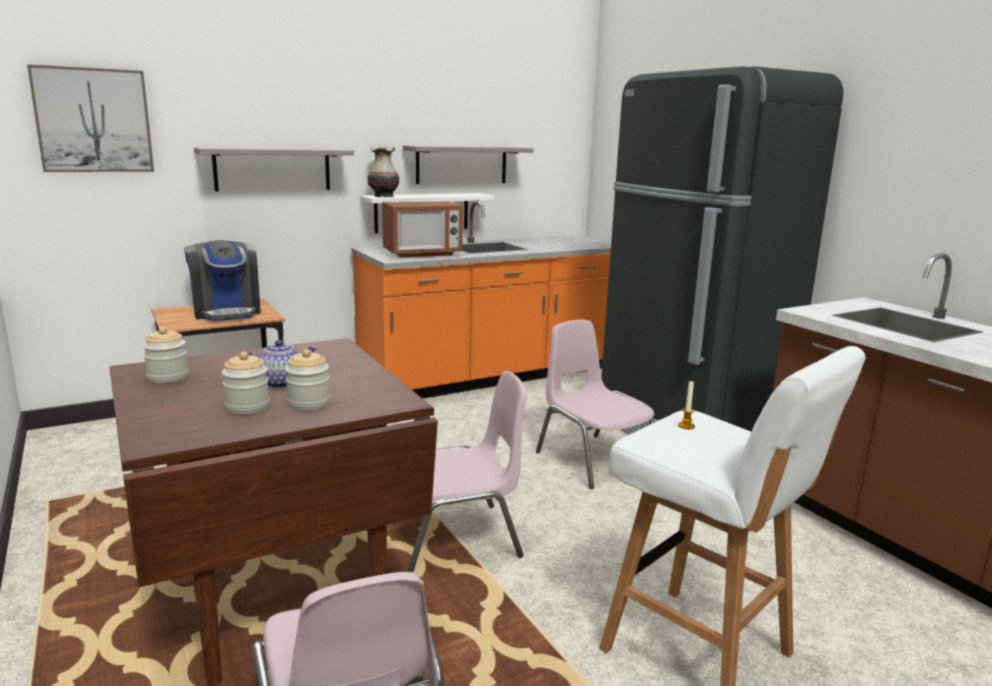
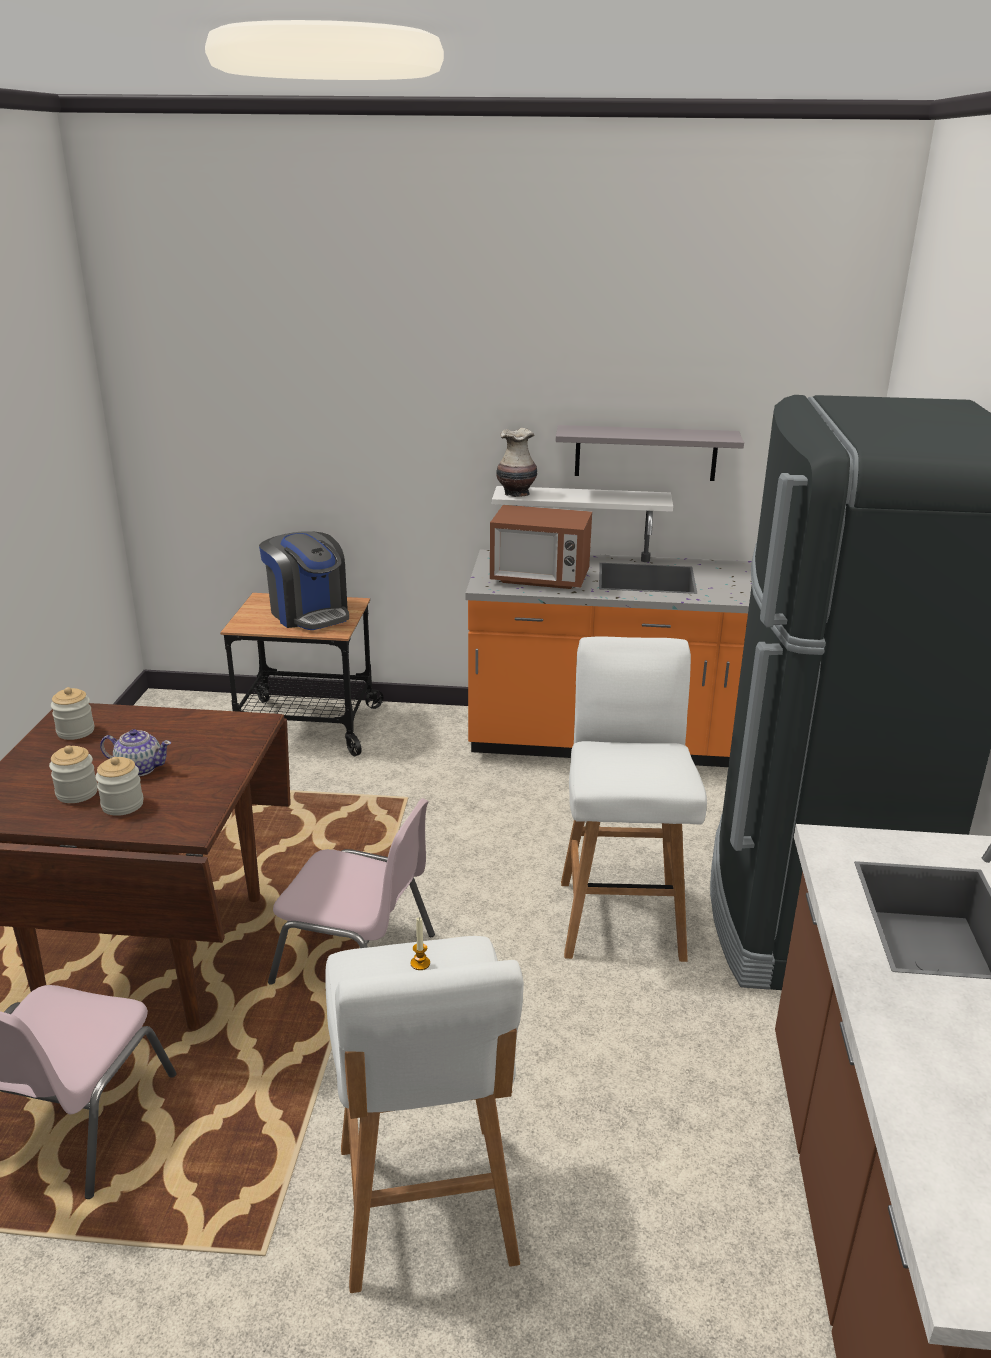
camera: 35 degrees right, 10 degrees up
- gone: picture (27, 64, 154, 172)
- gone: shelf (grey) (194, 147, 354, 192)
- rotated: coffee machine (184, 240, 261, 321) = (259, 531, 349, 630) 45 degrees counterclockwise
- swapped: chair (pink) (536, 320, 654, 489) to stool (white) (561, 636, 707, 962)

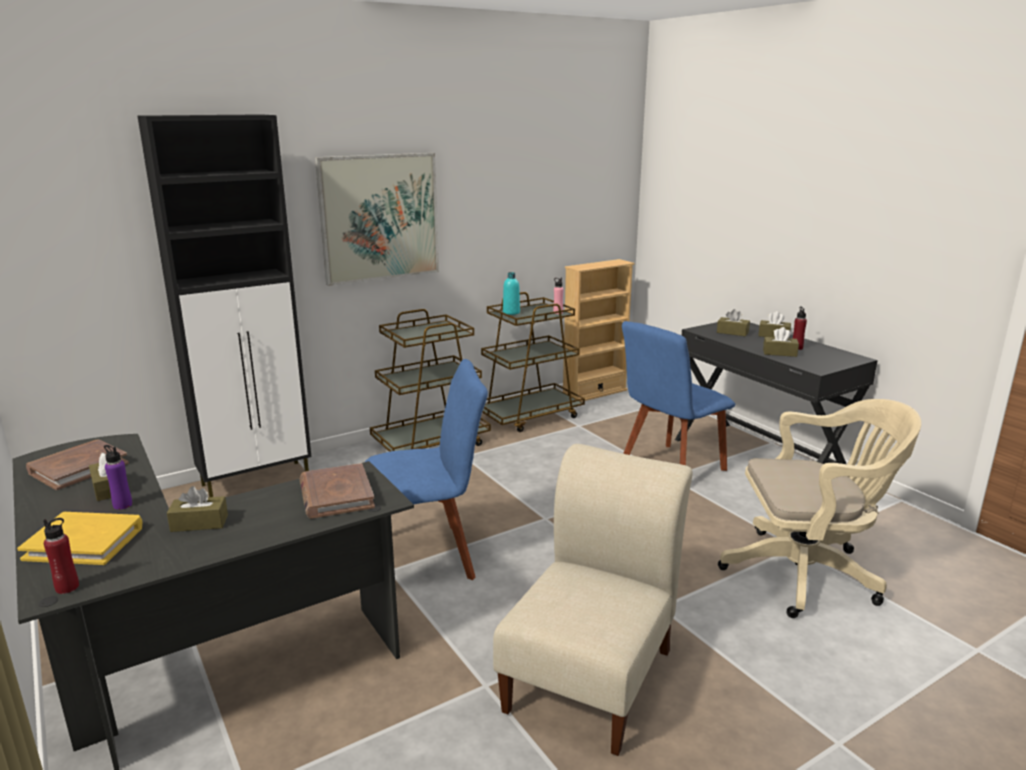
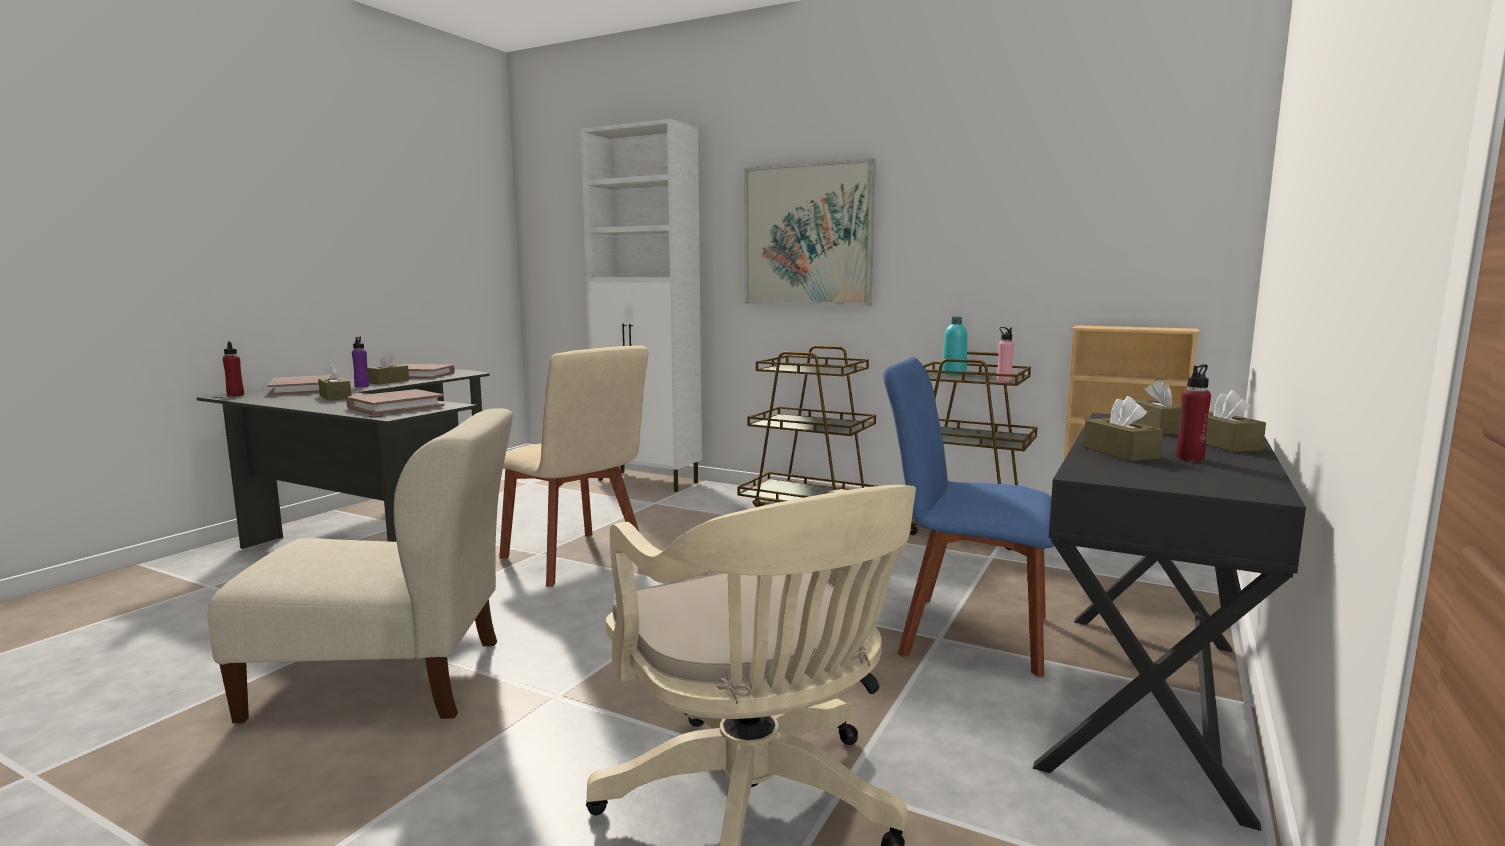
camera: 60 degrees right, 10 degrees down
- repainted: cabinet (black) (138, 114, 312, 497) to cabinet (white) (581, 119, 702, 492)
- repainted: chair (blue) (365, 359, 488, 580) to chair (beige) (499, 346, 649, 587)
- repainted: book (yellow) (17, 512, 142, 565) to book (brown) (268, 375, 332, 396)

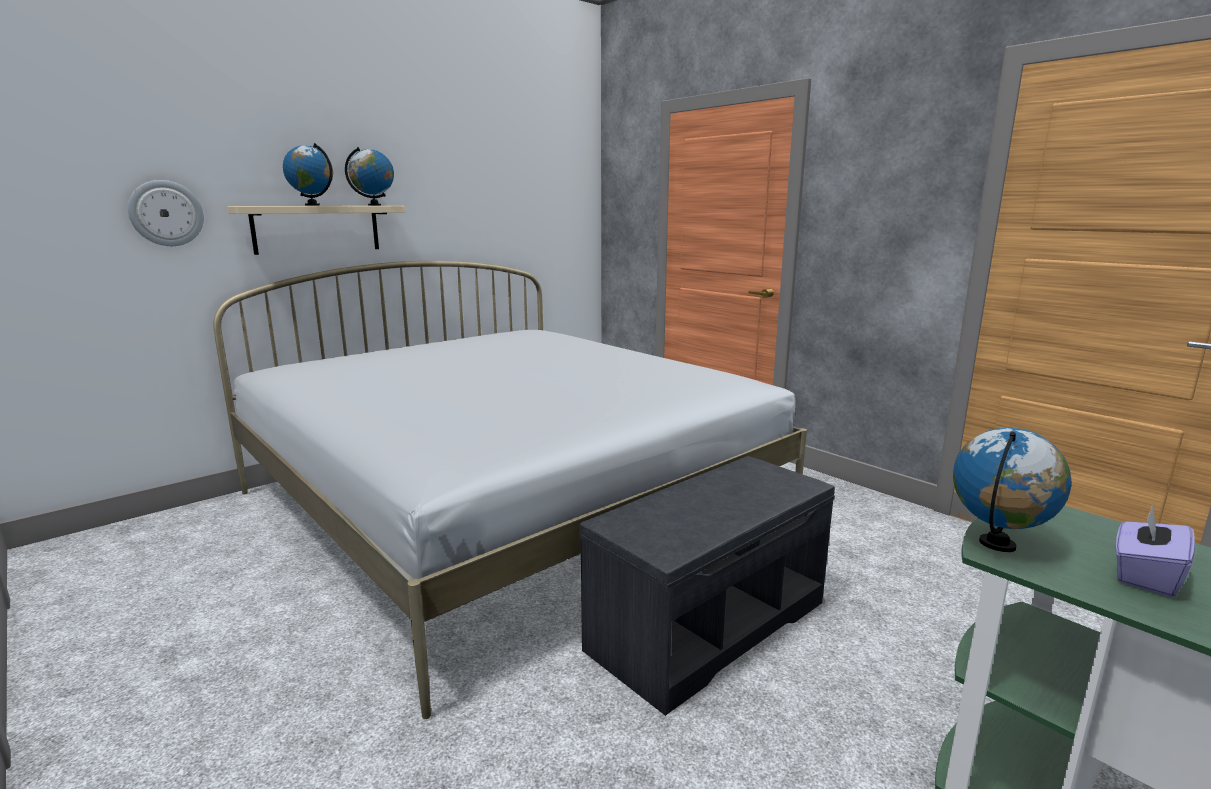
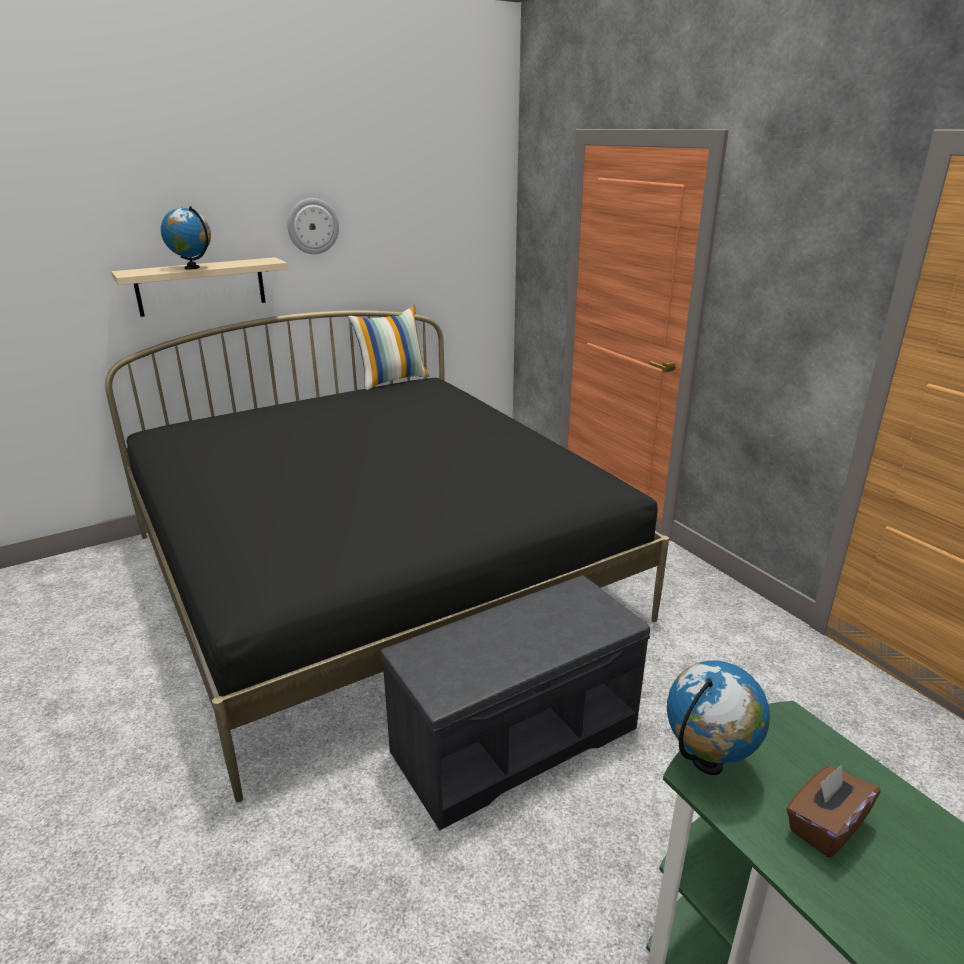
camera: 10 degrees right, 10 degrees up
- gone: globe (345, 147, 394, 206)
- shifted: wall clock (128, 180, 204, 246) to (287, 198, 339, 254)
- repainted: bed (white) (213, 261, 807, 719) to bed (black) (105, 310, 669, 803)
- repainted: tissue box (purple) (1115, 506, 1195, 598) to tissue box (brown) (786, 764, 880, 858)
- new: pillow (348, 306, 429, 390)

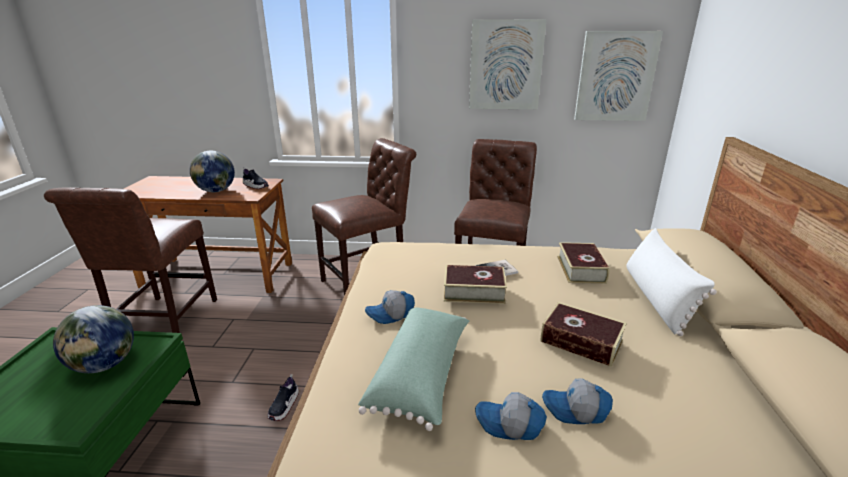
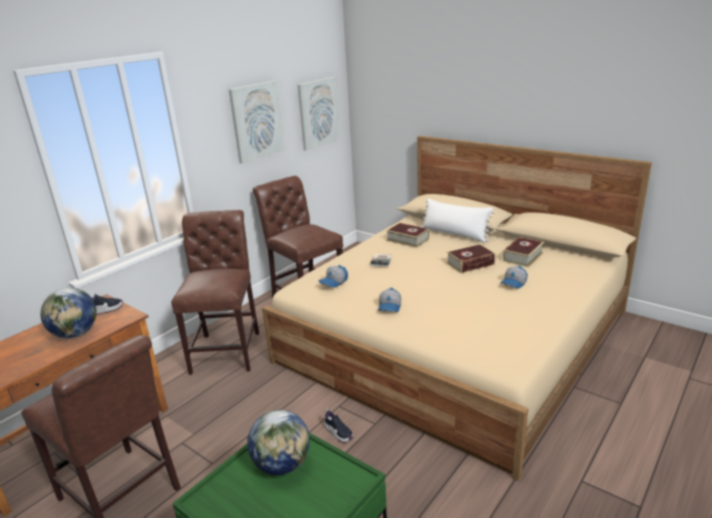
camera: 55 degrees left, 0 degrees up
- shifted: book (444, 265, 507, 304) to (503, 237, 544, 267)
- gone: pillow (green) (358, 307, 470, 431)
- shifted: cap (475, 392, 547, 440) to (319, 265, 348, 287)

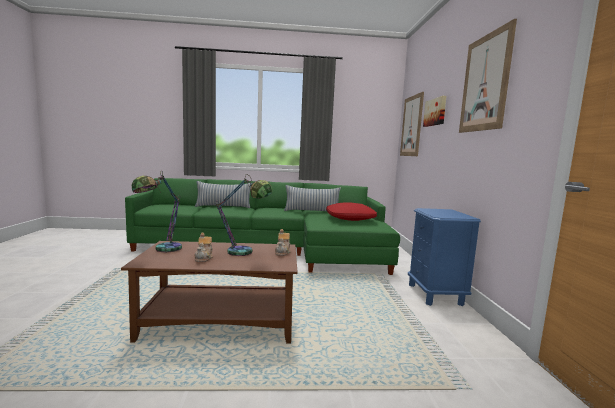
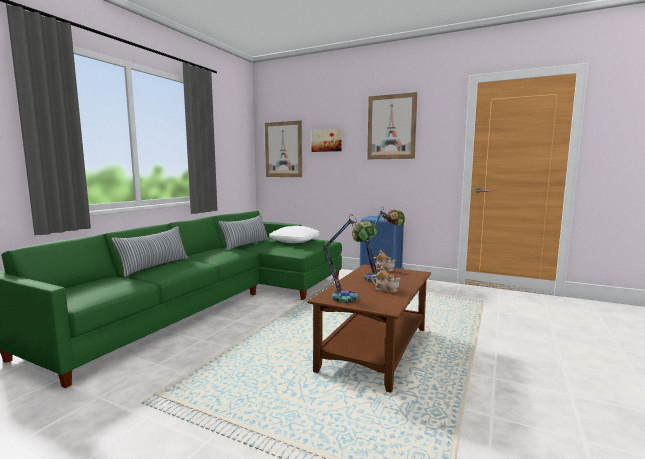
camera: 60 degrees left, 0 degrees up
- repainted: pillow (red) (326, 202, 377, 221) to pillow (white) (269, 226, 319, 243)

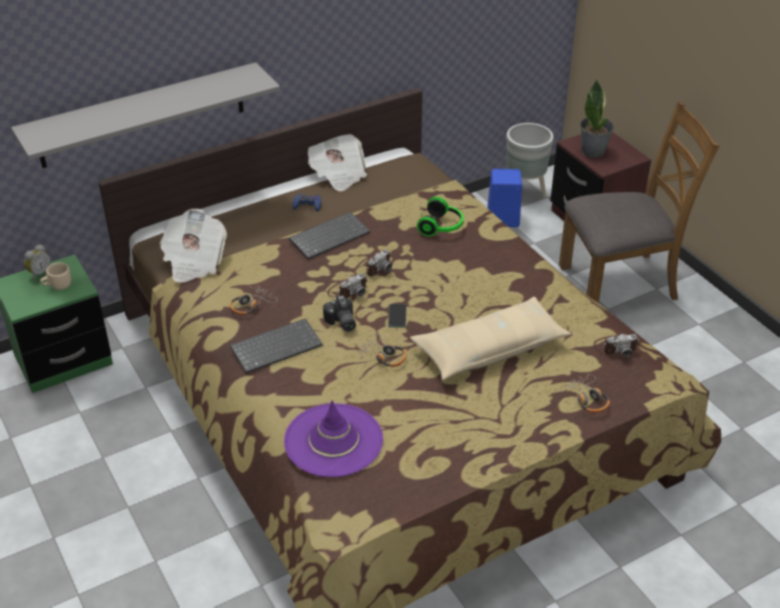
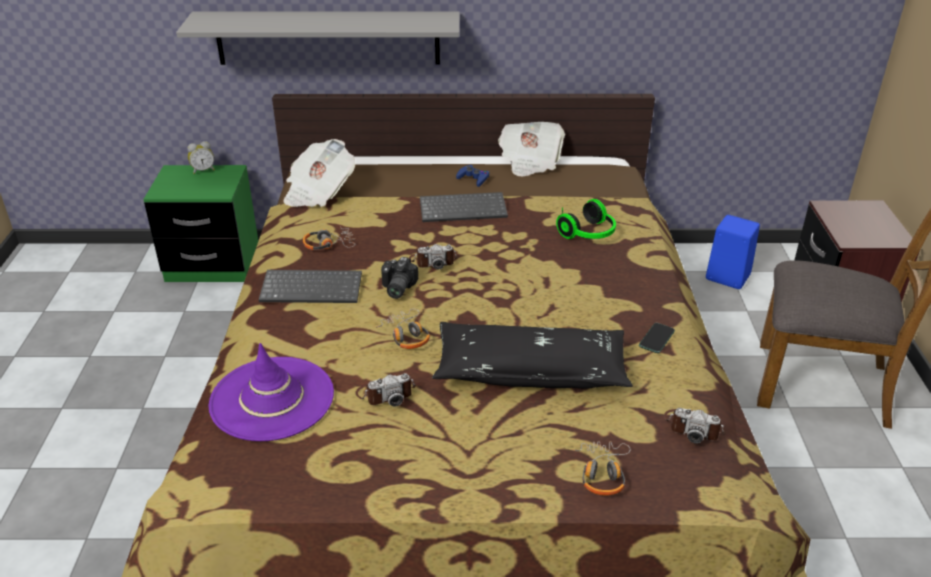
camera: 30 degrees right, 5 degrees down
- gone: potted plant (580, 79, 614, 158)
- gone: planter (grey) (507, 123, 554, 197)
- shifted: photo camera (354, 249, 392, 276) to (355, 373, 416, 407)
- gone: mug (beige) (40, 262, 71, 290)
- repainted: pillow (beige) (410, 297, 571, 380) to pillow (black) (432, 322, 633, 389)
- shifted: phone (388, 304, 406, 328) to (639, 323, 675, 353)

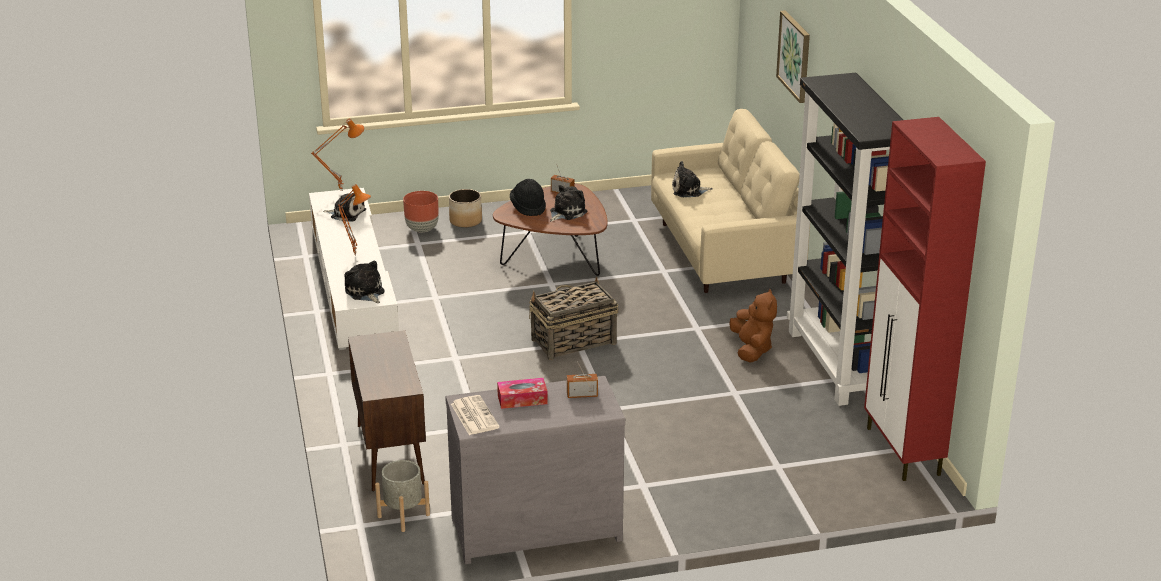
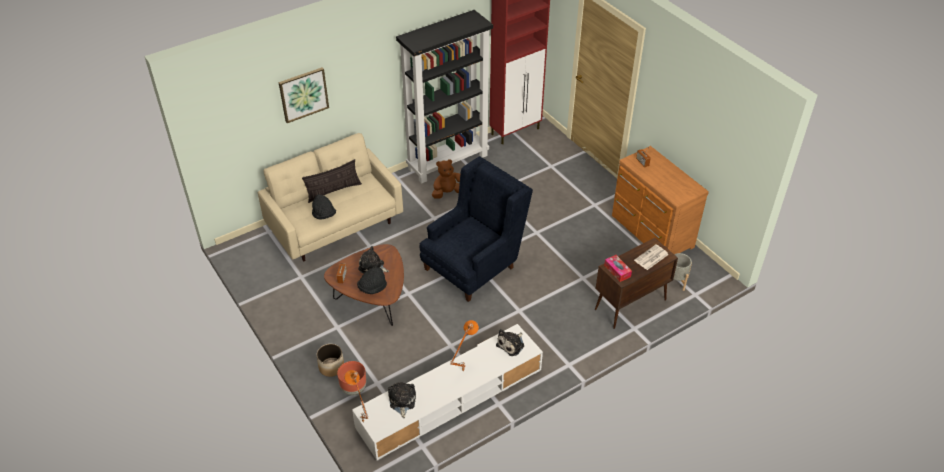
camera: 110 degrees left, 15 degrees up
- swapped: plush toy (672, 161, 713, 197) to hat (black) (312, 194, 336, 220)
- swapped: basket (529, 277, 618, 360) to armchair (blue) (420, 156, 533, 302)
- repainted: dresser (grey) (445, 376, 625, 564) to dresser (brown) (612, 146, 709, 254)
- shifted: tissue box (497, 378, 548, 409) to (604, 255, 632, 282)
- shifted: newspaper (451, 395, 499, 435) to (634, 245, 669, 270)
- new: pillow (302, 159, 362, 203)

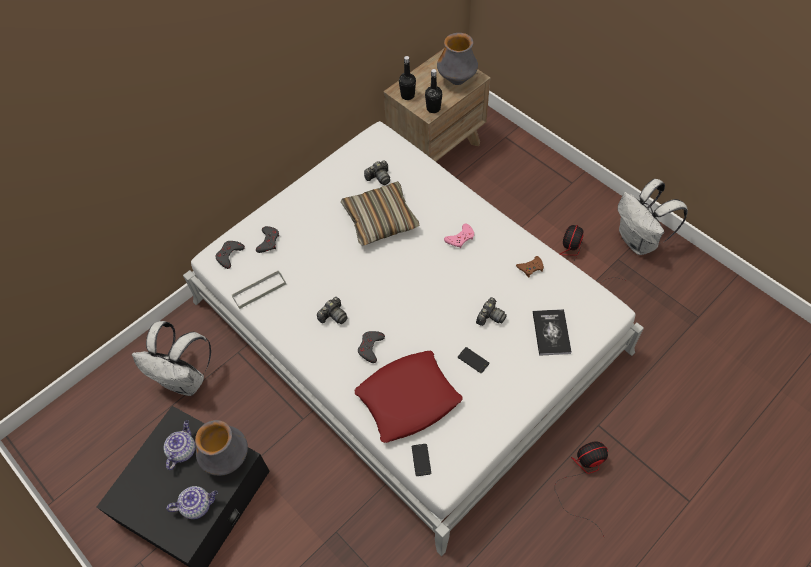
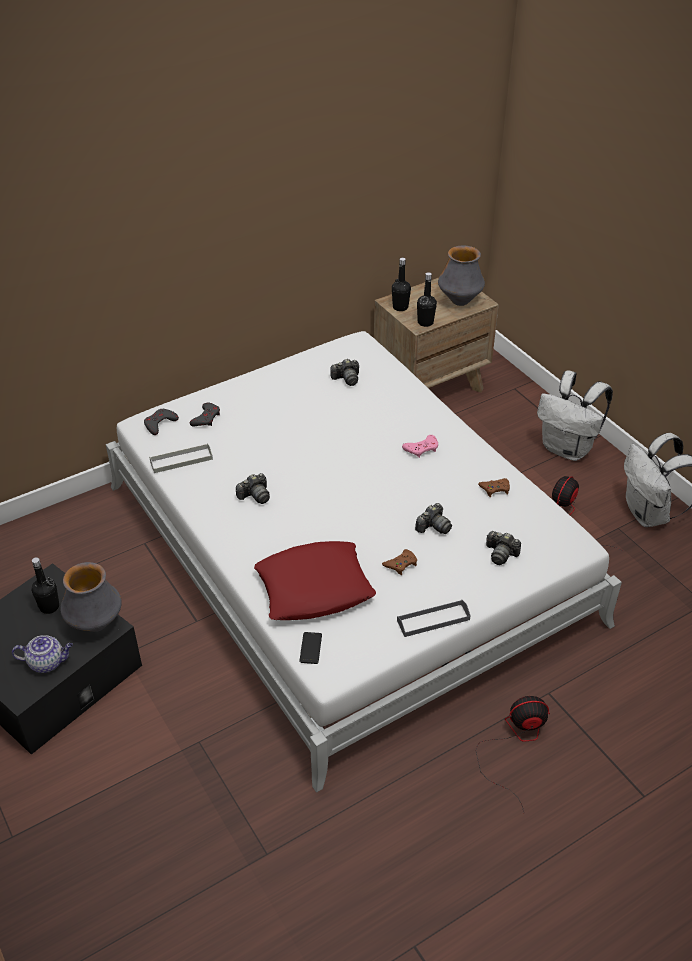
camera: 10 degrees right, 15 degrees down
- gone: pillow (341, 181, 420, 246)
- swapped: book (533, 309, 572, 356) to photo camera (486, 531, 521, 565)
- shifted: backpack (white) (132, 321, 211, 396) to (537, 370, 613, 461)
- gone: game controller (grey) (358, 331, 385, 363)
- swapped: phone (458, 347, 489, 373) to game controller (brown) (382, 549, 417, 575)
- swapped: teapot (164, 420, 196, 470) to bottle (black) (31, 557, 59, 614)
- new: tray (grey) (397, 600, 471, 637)

